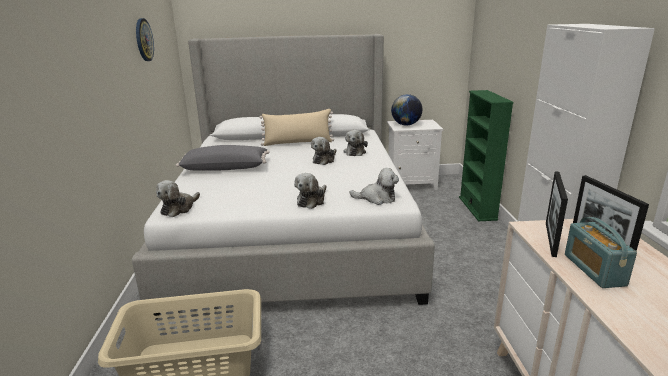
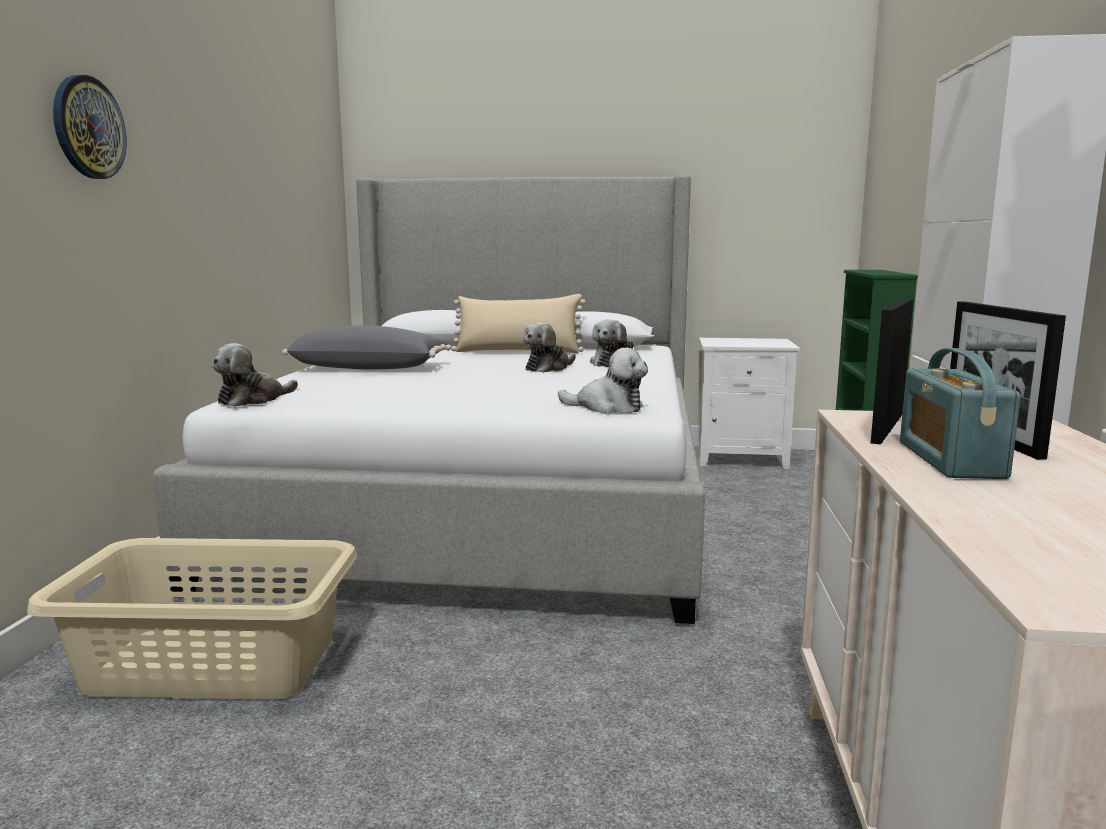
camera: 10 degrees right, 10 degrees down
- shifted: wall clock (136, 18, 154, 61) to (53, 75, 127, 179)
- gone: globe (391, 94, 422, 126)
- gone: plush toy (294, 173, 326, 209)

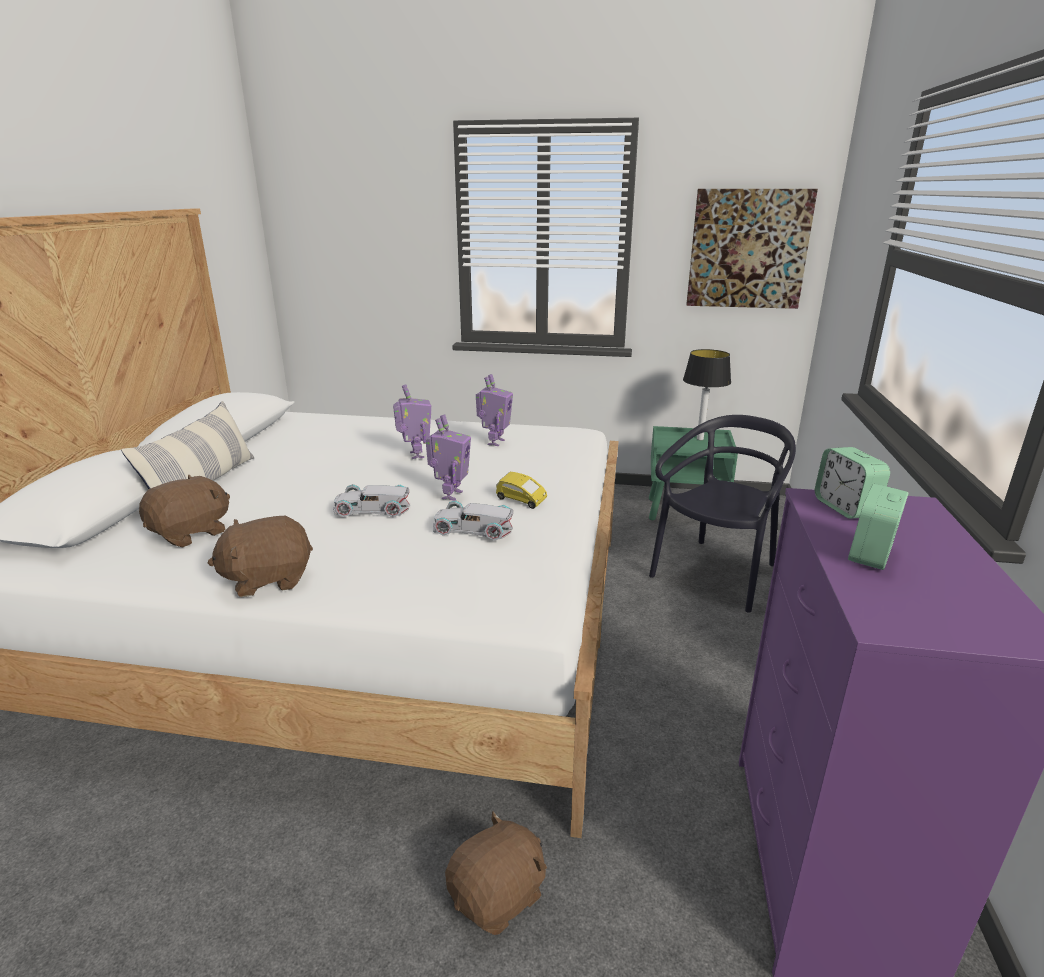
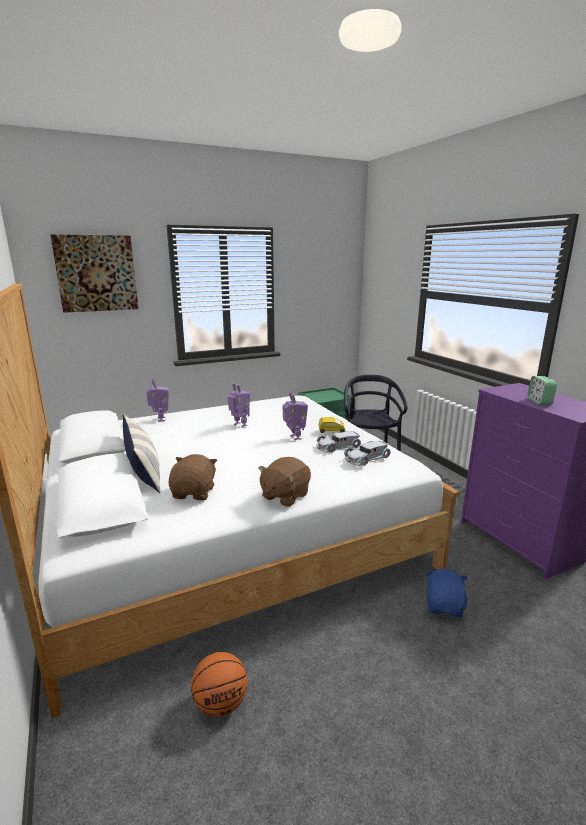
camera: 35 degrees left, 5 degrees down
- shifted: picture (686, 189, 818, 309) to (50, 234, 139, 313)
- gone: table lamp (683, 349, 731, 440)
- shifted: toy robot (476, 374, 513, 446) to (146, 378, 169, 422)
- gone: alarm clock (815, 447, 890, 519)
- shifted: toy car (white) (333, 484, 410, 517) to (344, 441, 391, 466)
- repainted: plush toy (brown) (445, 812, 547, 935) to plush toy (blue) (426, 569, 468, 618)
- new: basketball (191, 652, 247, 717)

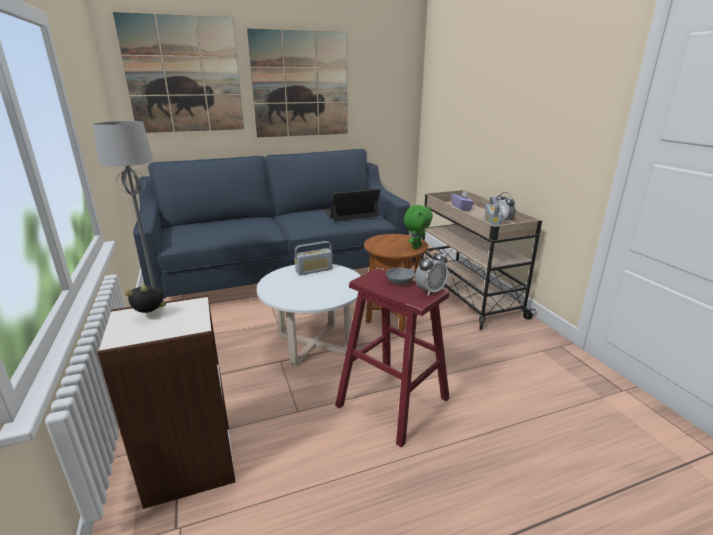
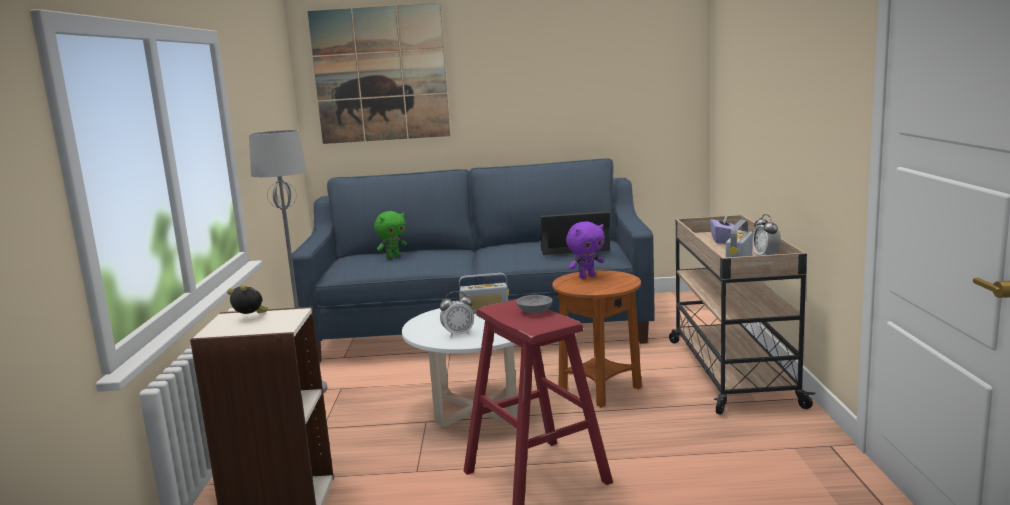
camera: 20 degrees right, 10 degrees down
- gone: picture (247, 28, 348, 137)
- shifted: plush toy (green) (404, 205, 433, 249) to (374, 211, 407, 259)
- shifted: alarm clock (415, 249, 448, 296) to (440, 291, 474, 338)
- new: plush toy (purple) (566, 221, 605, 279)

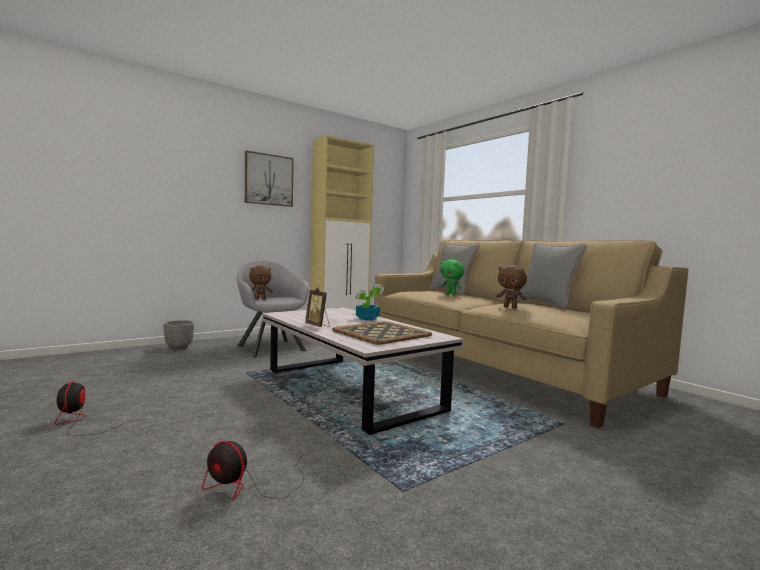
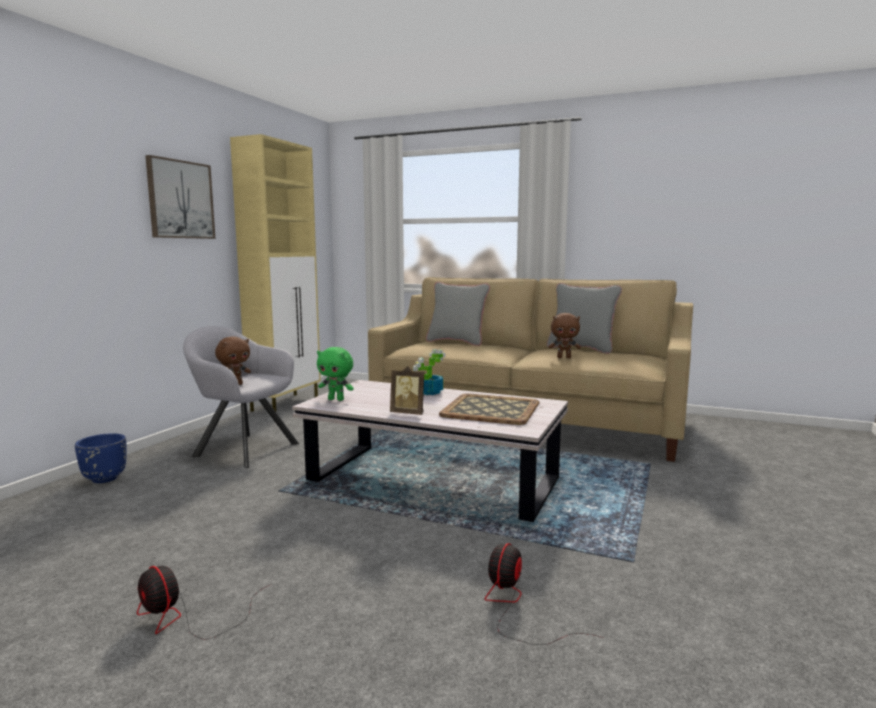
camera: 30 degrees left, 5 degrees up
- shifted: plush toy (green) (440, 260, 464, 295) to (317, 347, 354, 401)
- repainted: planter (grey) (163, 320, 194, 350) to planter (blue) (75, 433, 127, 483)
- rotated: fan (202, 441, 305, 501) = (485, 543, 604, 645) 120 degrees clockwise

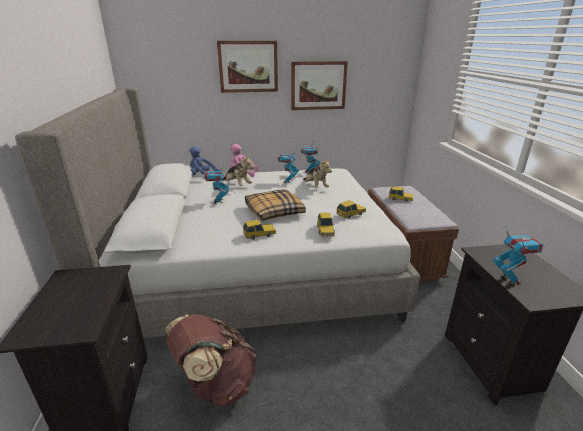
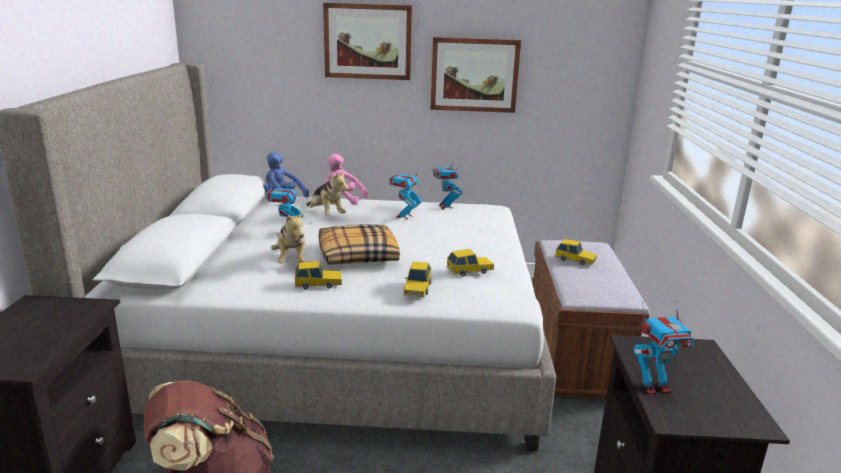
camera: 10 degrees right, 5 degrees down
- shifted: plush toy (303, 158, 332, 188) to (271, 210, 305, 263)
- rotated: toy robot (493, 228, 544, 284) = (634, 299, 694, 395) 75 degrees clockwise

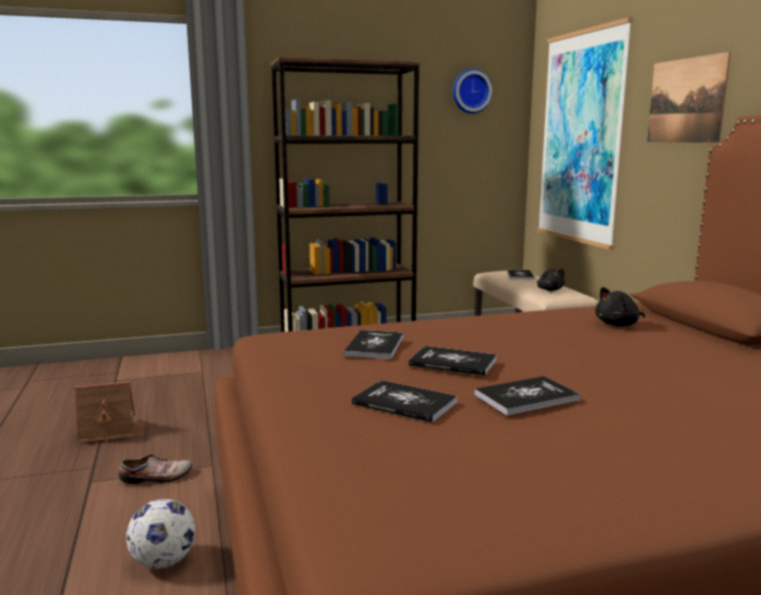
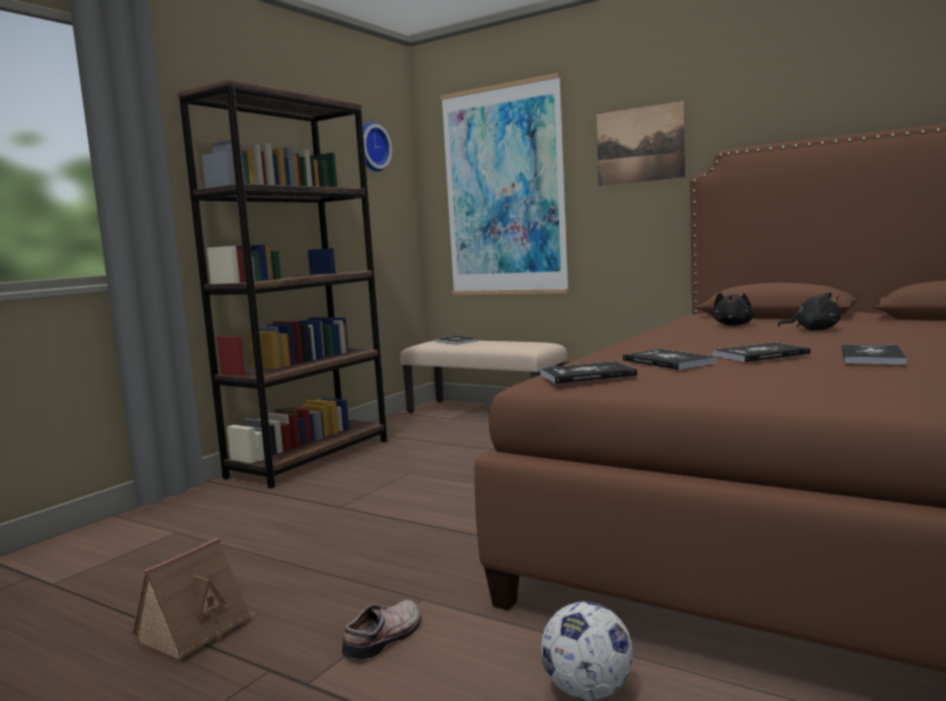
camera: 40 degrees left, 5 degrees down
- shifted: plush toy (black) (537, 269, 565, 291) to (778, 292, 841, 330)
- shifted: book (352, 380, 457, 423) to (540, 361, 637, 384)

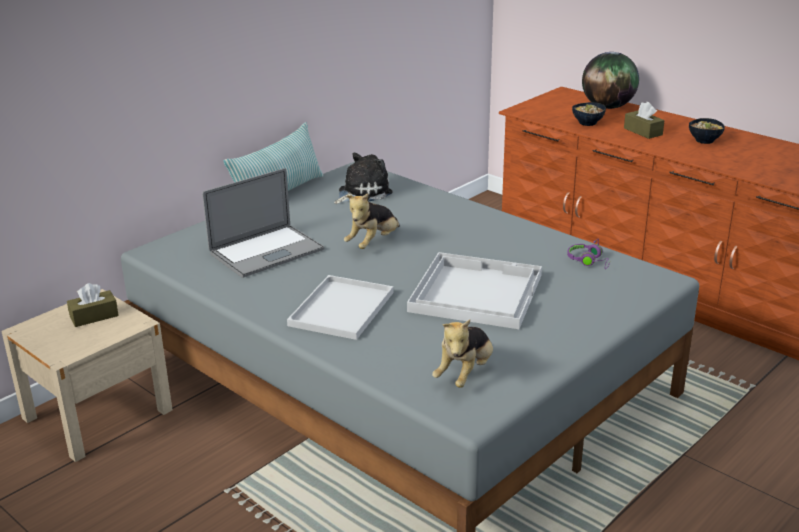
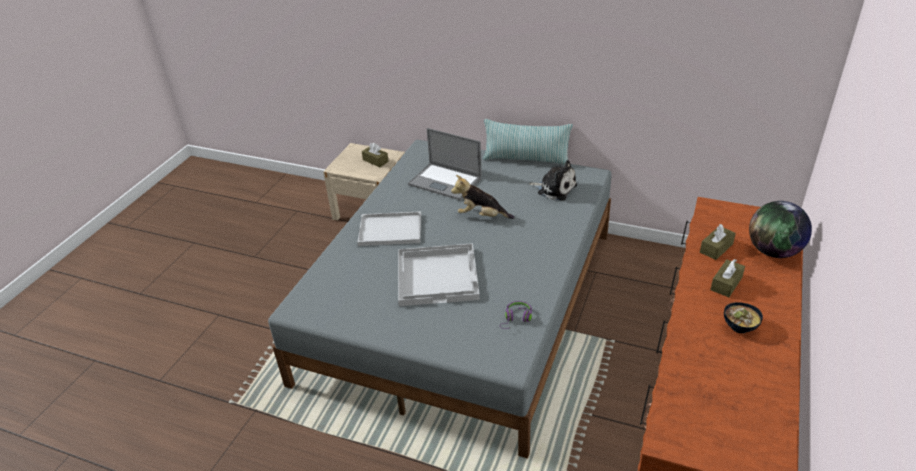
camera: 70 degrees right, 10 degrees up
- swapped: bowl (572, 102, 606, 126) to tissue box (brown) (700, 224, 736, 260)
- gone: plush toy (432, 320, 493, 388)

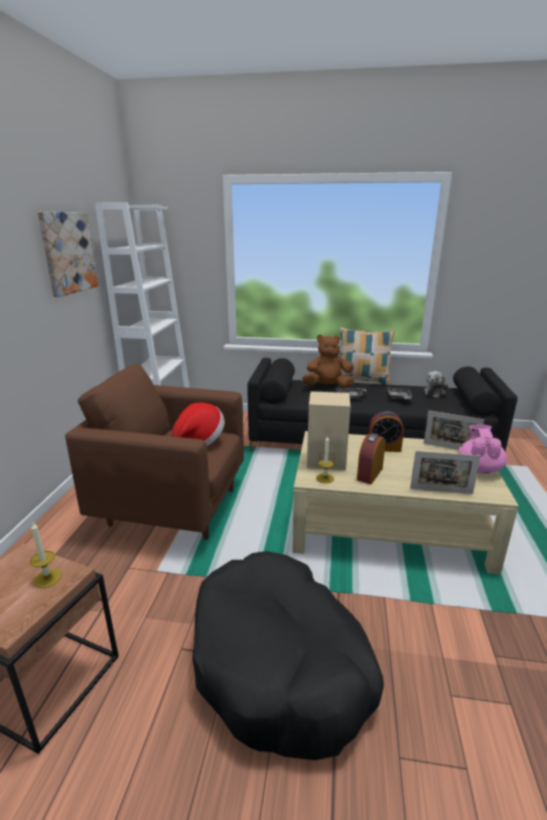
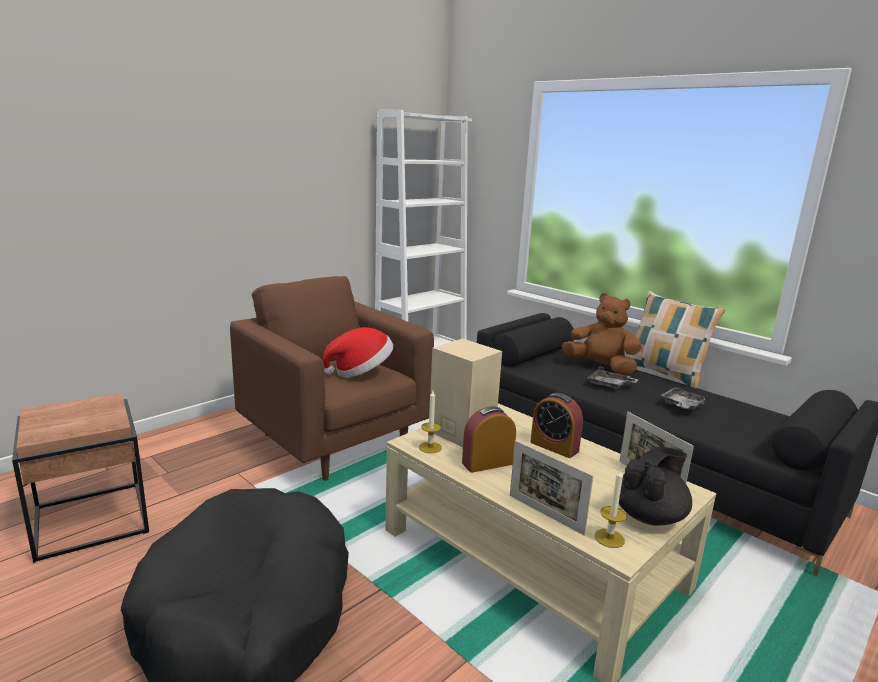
camera: 35 degrees right, 5 degrees down
- gone: picture (38, 212, 98, 297)
- gone: plush toy (424, 371, 448, 398)
- repainted: teapot (pink) (458, 424, 507, 474) to teapot (black) (619, 447, 692, 526)
- shifted: candle (30, 522, 62, 588) to (594, 469, 627, 548)

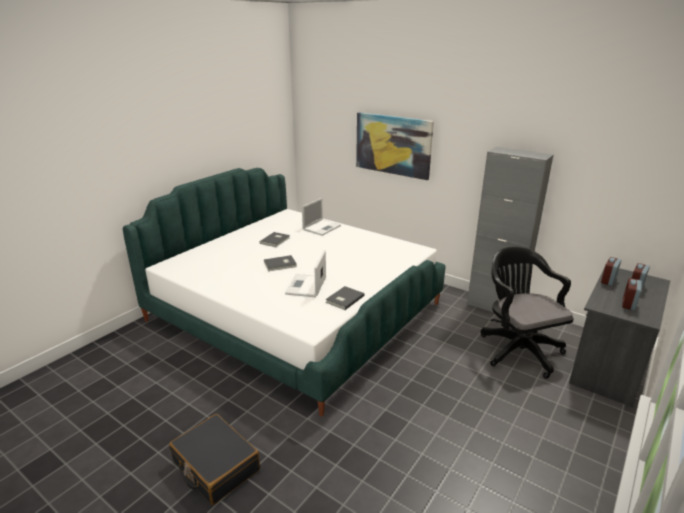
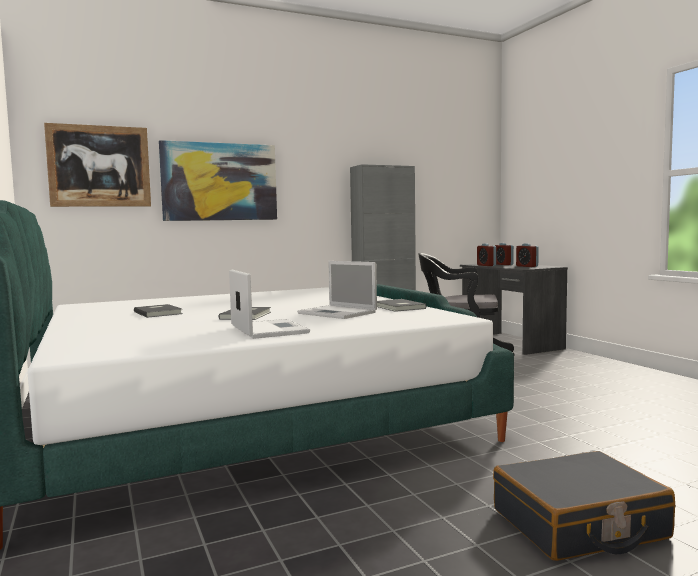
camera: 60 degrees left, 20 degrees down
- shifted: laptop (302, 198, 341, 236) to (229, 270, 310, 339)
- new: picture (44, 123, 151, 207)

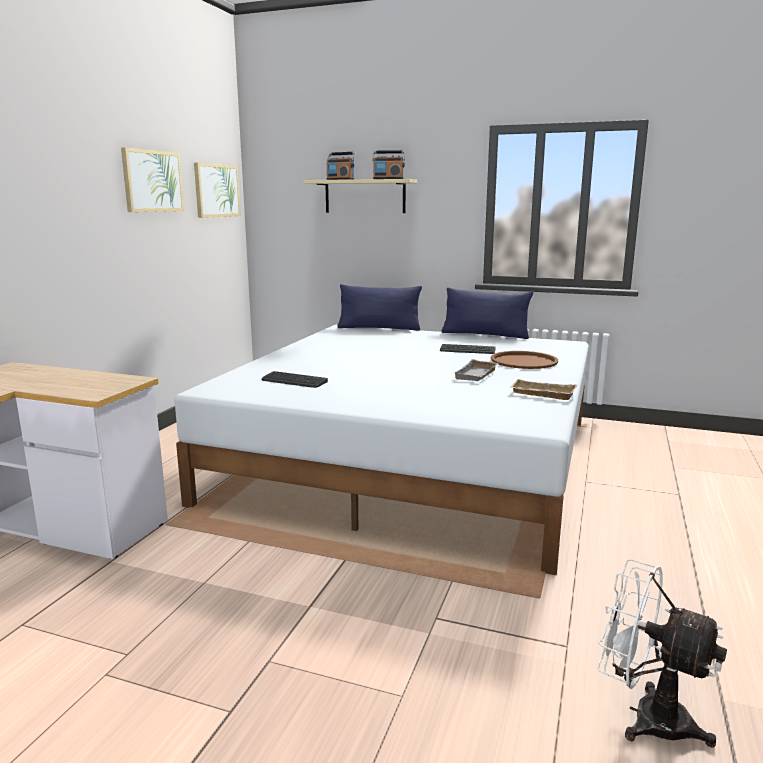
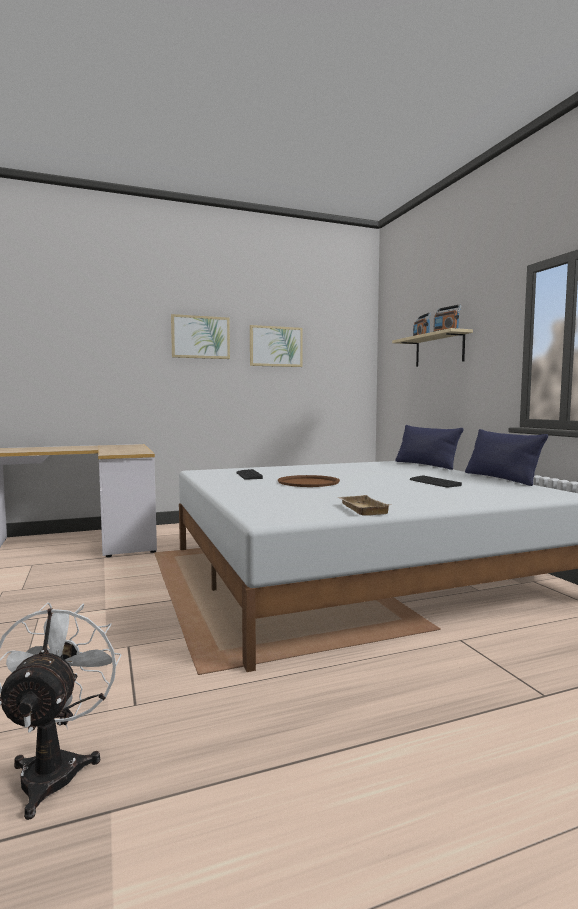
camera: 50 degrees right, 10 degrees down
- shifted: picture (194, 163, 241, 218) to (171, 314, 230, 359)
- shifted: tray (brown) (491, 351, 558, 369) to (278, 475, 340, 487)
- gone: tray (grey) (454, 359, 498, 381)

